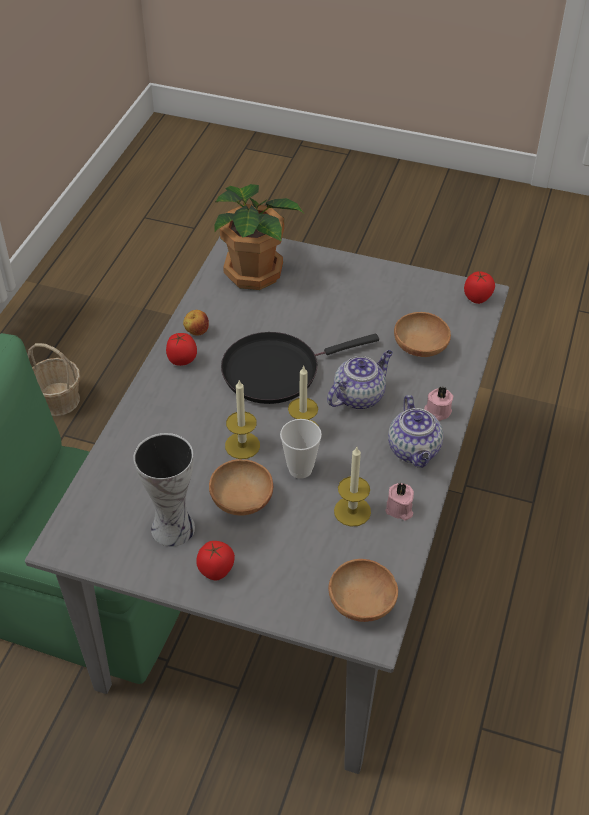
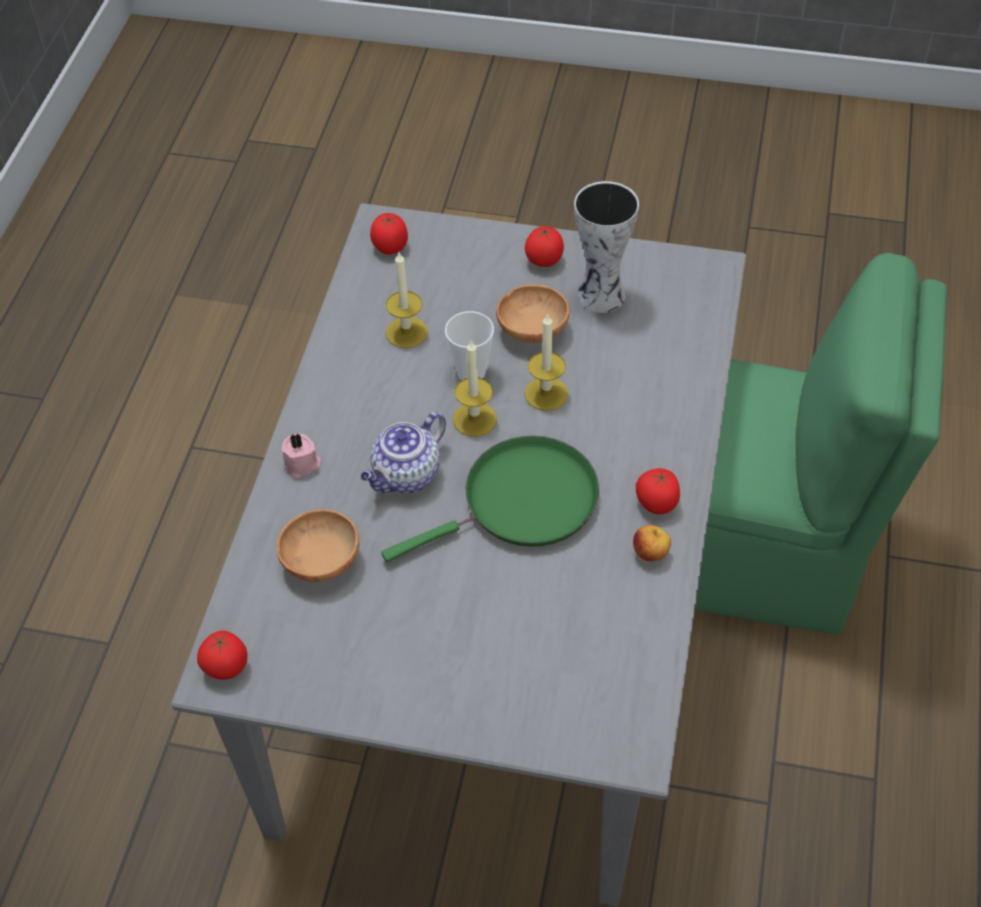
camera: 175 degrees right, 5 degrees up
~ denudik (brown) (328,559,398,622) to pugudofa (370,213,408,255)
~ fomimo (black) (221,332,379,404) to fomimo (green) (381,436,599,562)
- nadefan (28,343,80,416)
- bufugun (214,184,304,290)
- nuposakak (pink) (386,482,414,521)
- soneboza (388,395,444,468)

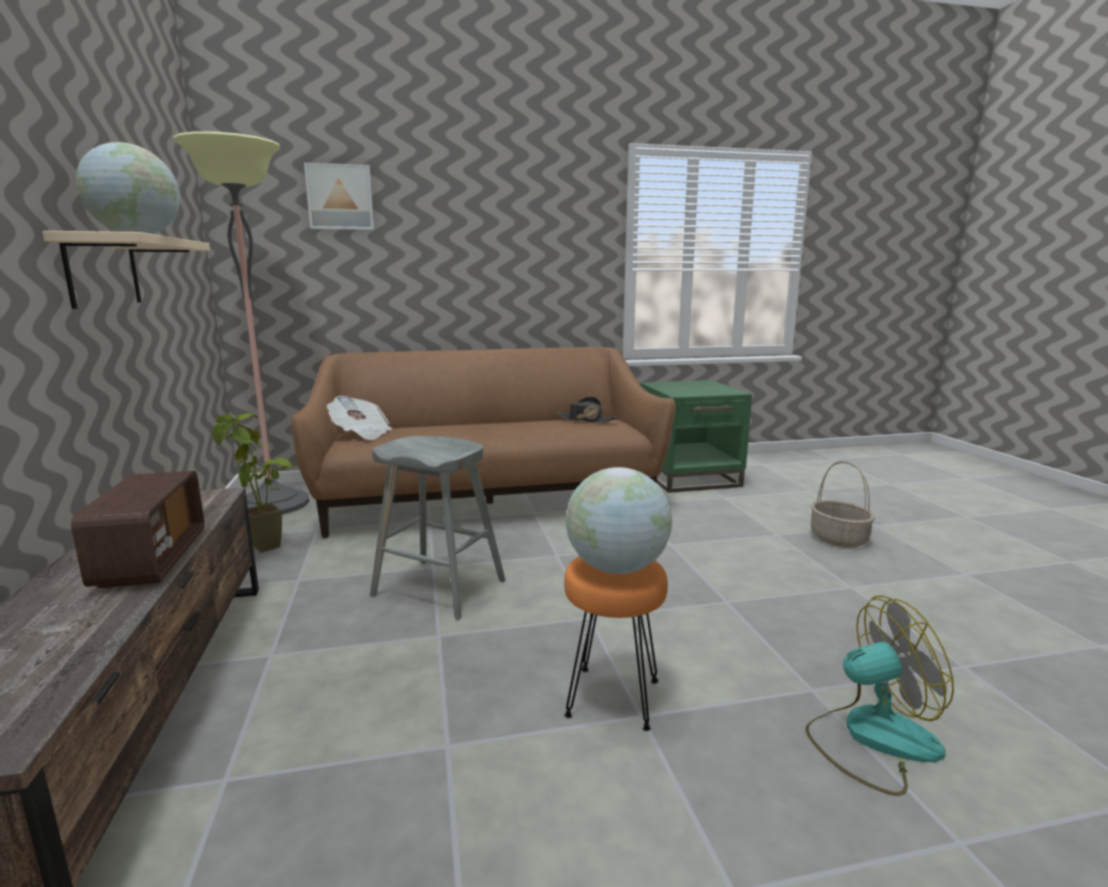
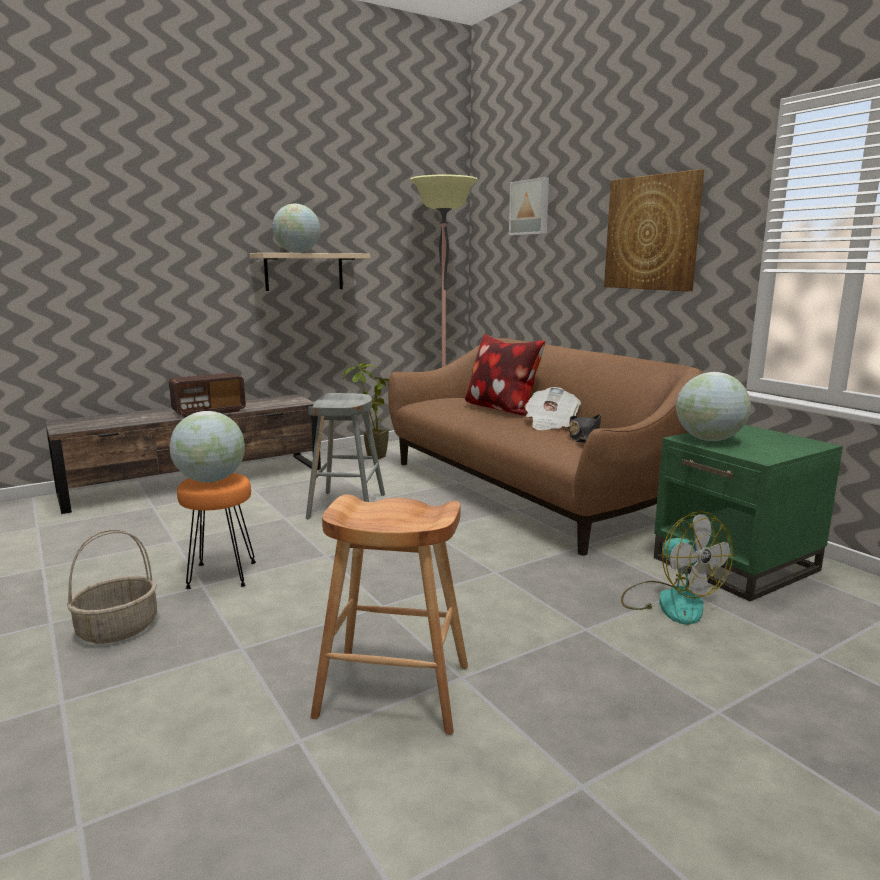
camera: 70 degrees right, 0 degrees up
~ nadefan (811,461,875,547) to (67,529,157,644)
+ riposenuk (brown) (311,494,468,735)
+ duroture (465,334,545,415)
~ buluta (327,396,392,440) to (525,387,581,430)
+ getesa (604,169,704,291)
~ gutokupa (805,595,954,796) to (621,511,733,625)
+ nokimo (676,372,751,441)

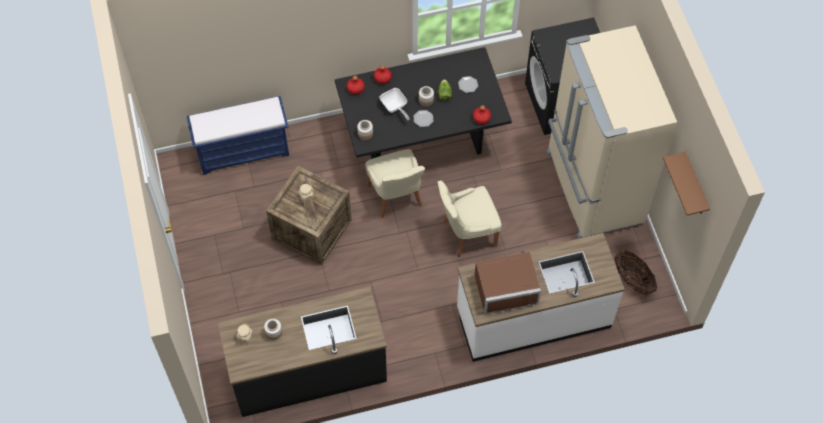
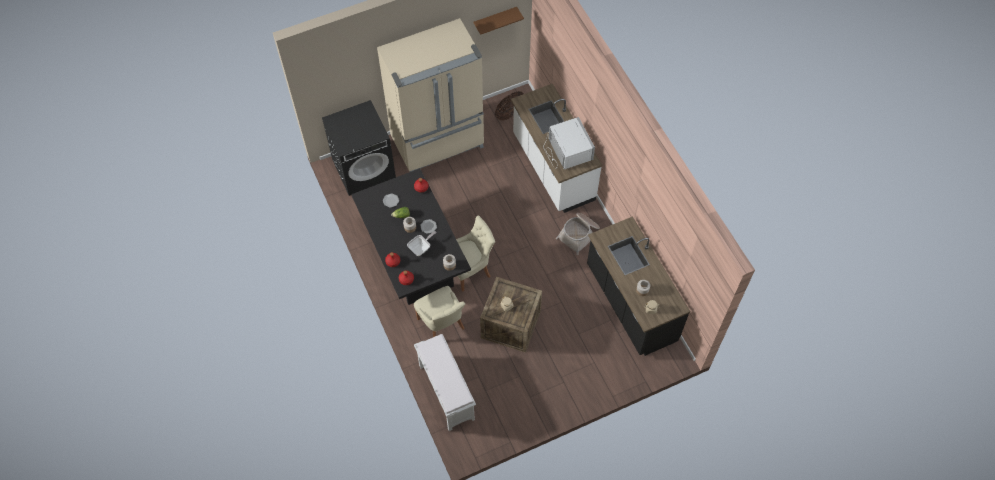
camera: 100 degrees left, 0 degrees up
~ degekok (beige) (438,180,502,257) to (414,286,465,337)
~ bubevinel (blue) (187,96,289,175) to bubevinel (white) (414,334,476,431)
~ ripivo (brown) (475,251,541,314) to ripivo (white) (544,117,595,169)
+ nadefan (556,213,600,255)

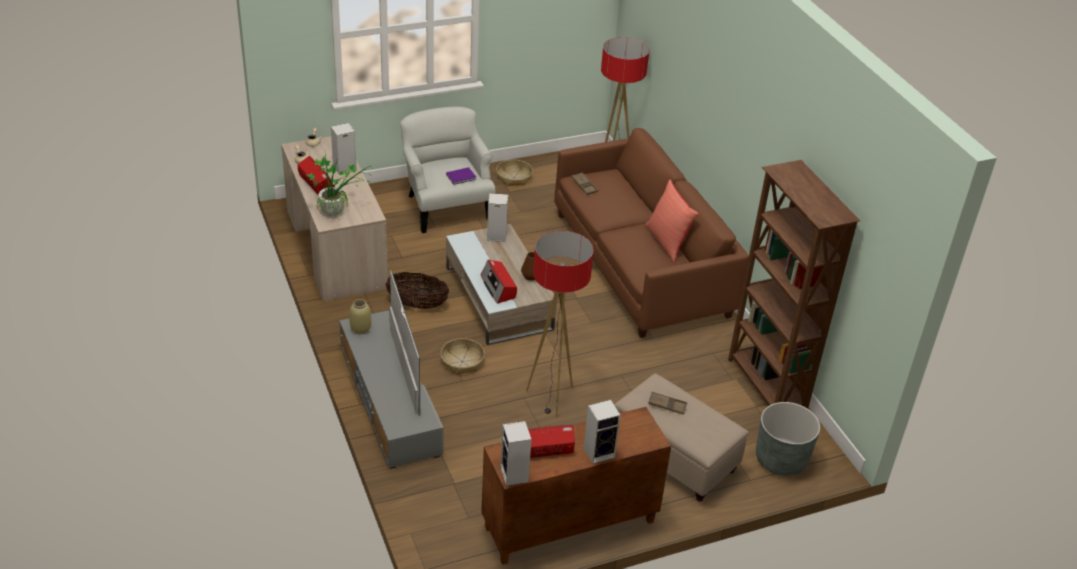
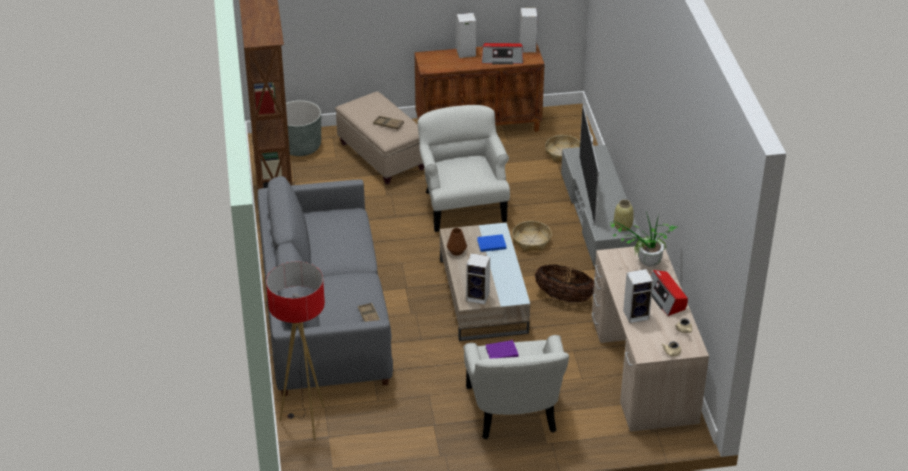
camera: 165 degrees left, 0 degrees up
~ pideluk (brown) (554,128,749,338) to pideluk (grey) (258,176,393,396)
~ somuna (526,231,594,418) to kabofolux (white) (418,105,510,232)
~ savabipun (481,260,517,304) to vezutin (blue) (477,234,506,252)
~ nadefan (496,160,533,186) to (545,135,580,162)
- duroture (red) (645,180,699,263)

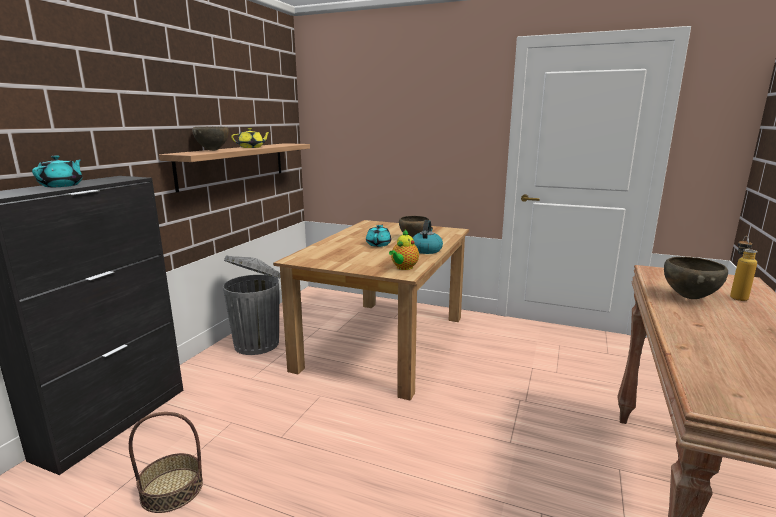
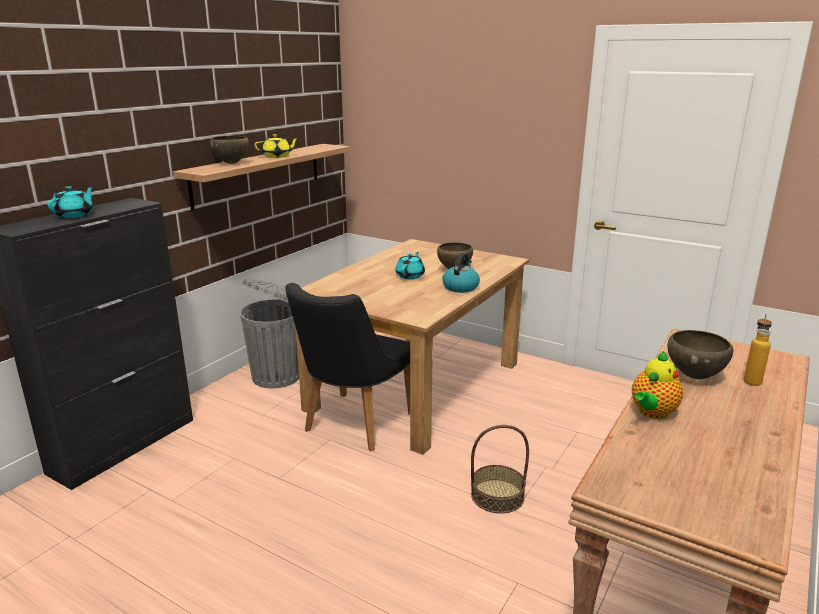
camera: 10 degrees right, 5 degrees up
+ degekok (black) (285,283,410,451)
~ nadefan (129,412,203,513) to (471,425,529,514)
~ soneboza (389,230,419,270) to (632,351,683,419)

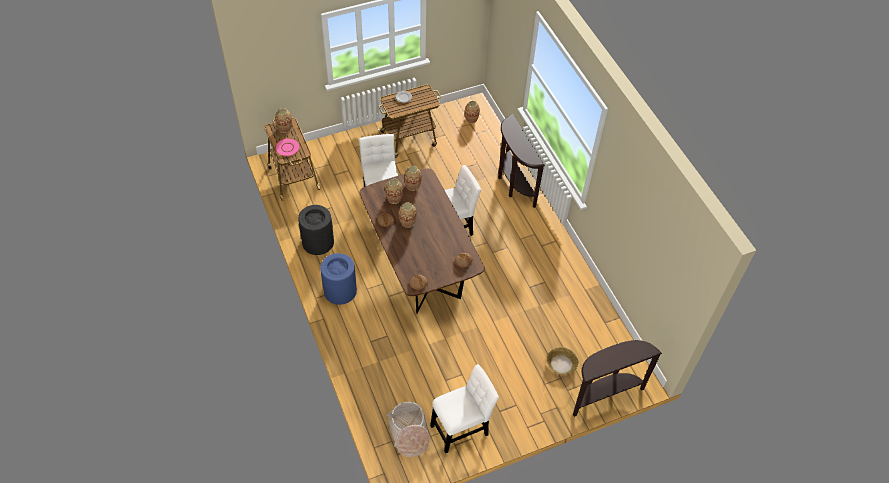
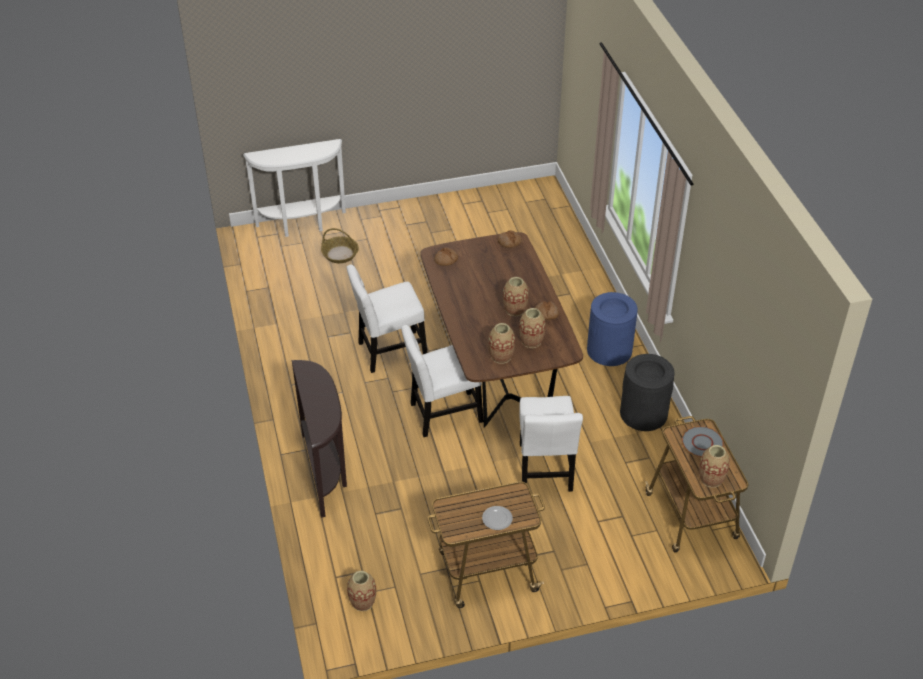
camera: 170 degrees left, 10 degrees down
~ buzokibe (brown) (573,340,662,417) to buzokibe (white) (243,139,346,237)
~ degekok (white) (430,364,499,453) to (346,264,427,373)
~ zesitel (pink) (275,138,300,157) to zesitel (grey) (682,426,724,457)
- nadefan (387,402,430,457)

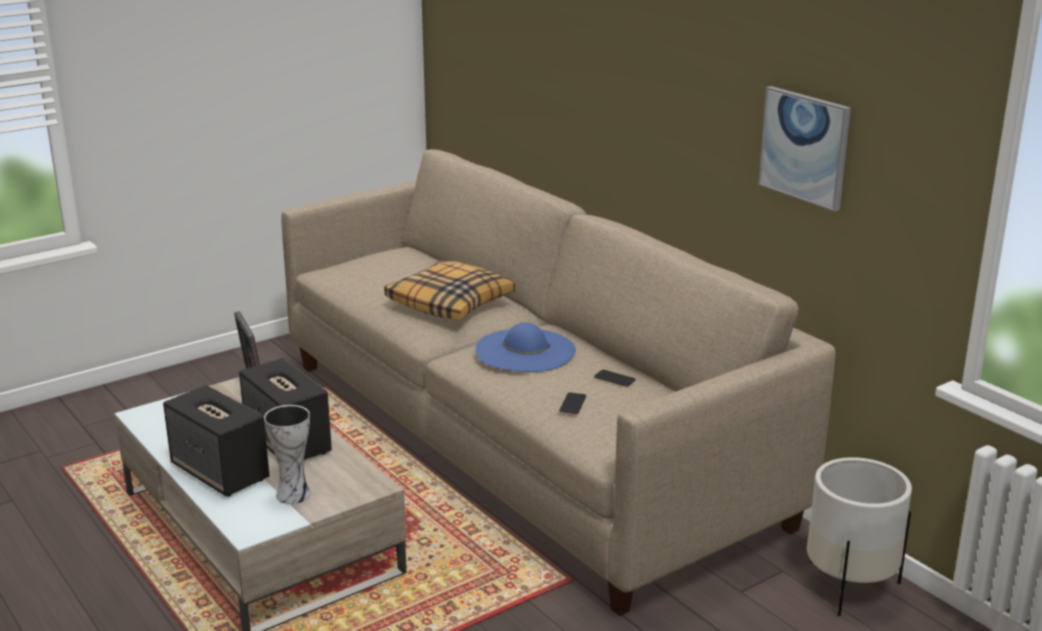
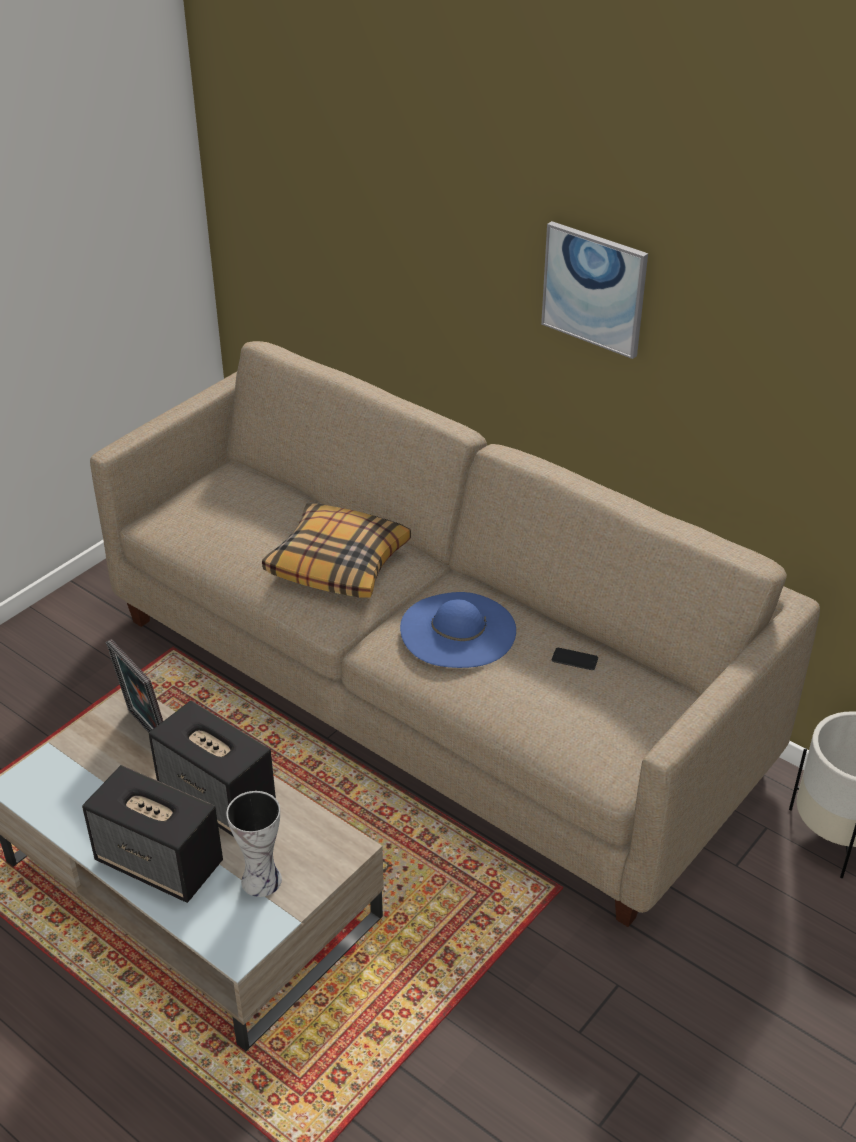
camera: 15 degrees left, 15 degrees up
~ getesa (758,86,851,212) to (541,221,648,359)
- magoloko (559,392,586,414)

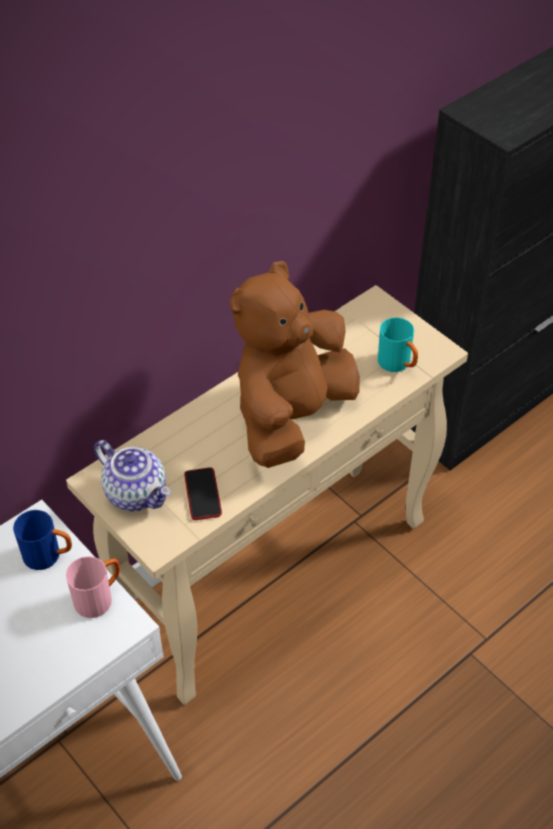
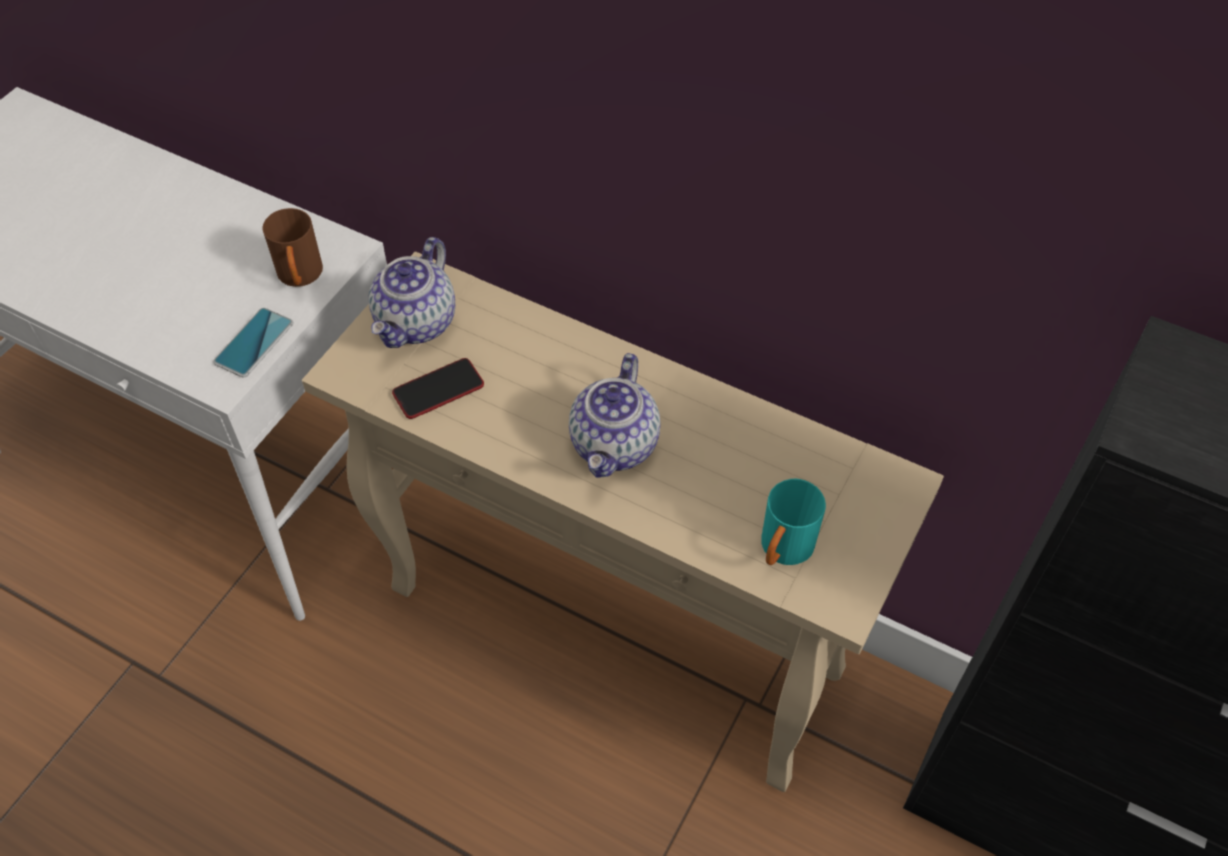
camera: 70 degrees right, 5 degrees up
~ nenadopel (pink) (66,556,120,618) to magoloko (213,308,294,377)
~ nenadopel (blue) (13,510,72,570) to nenadopel (brown) (262,208,323,287)
~ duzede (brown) (230,261,360,468) to soneboza (569,353,661,478)

